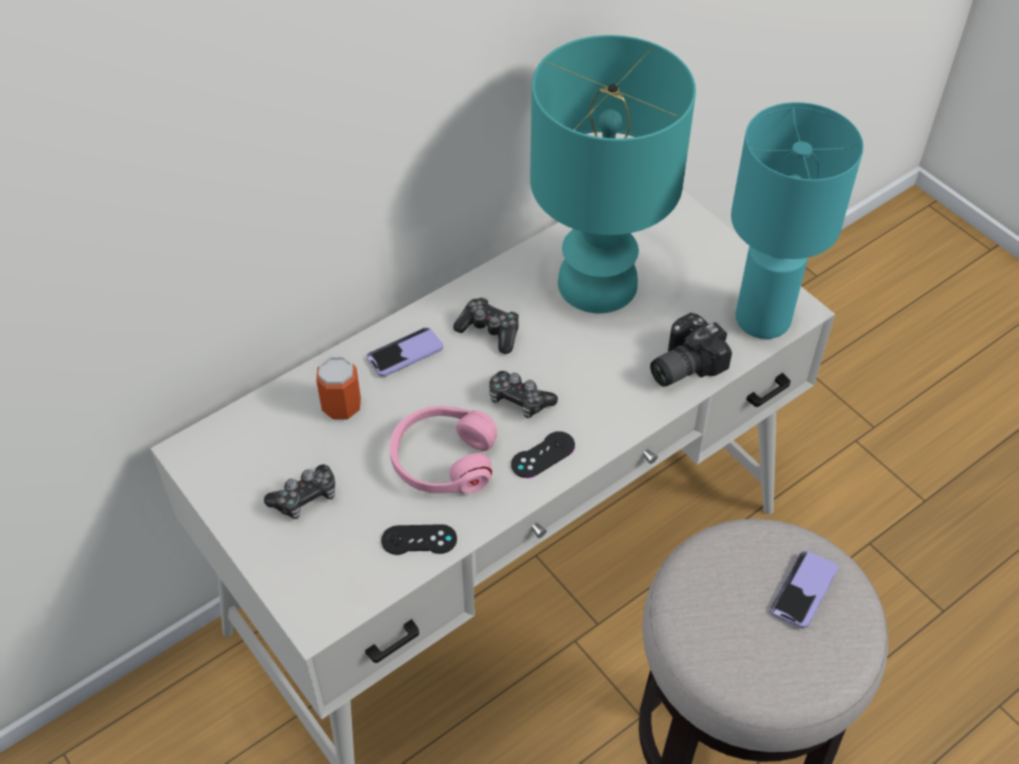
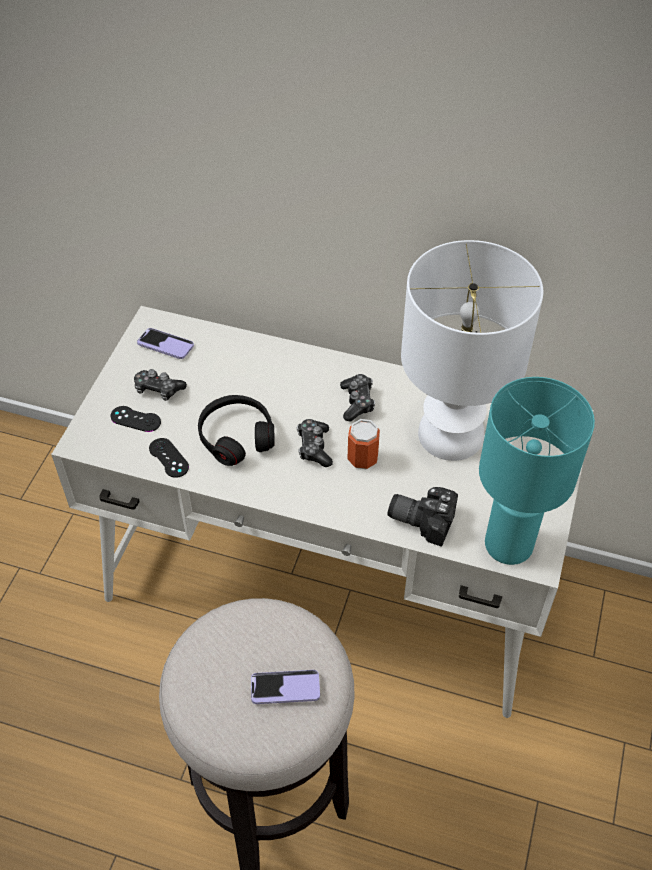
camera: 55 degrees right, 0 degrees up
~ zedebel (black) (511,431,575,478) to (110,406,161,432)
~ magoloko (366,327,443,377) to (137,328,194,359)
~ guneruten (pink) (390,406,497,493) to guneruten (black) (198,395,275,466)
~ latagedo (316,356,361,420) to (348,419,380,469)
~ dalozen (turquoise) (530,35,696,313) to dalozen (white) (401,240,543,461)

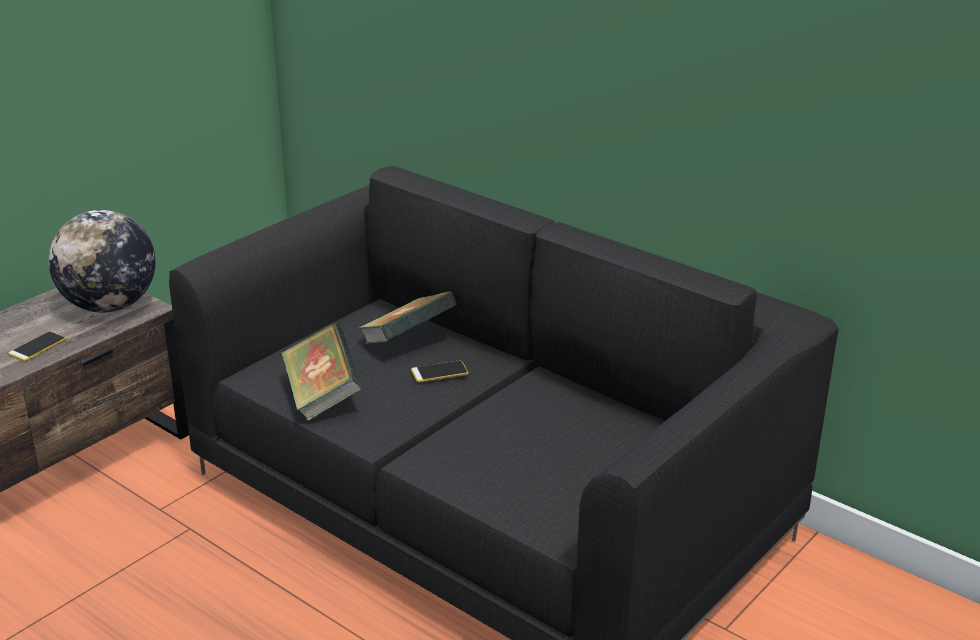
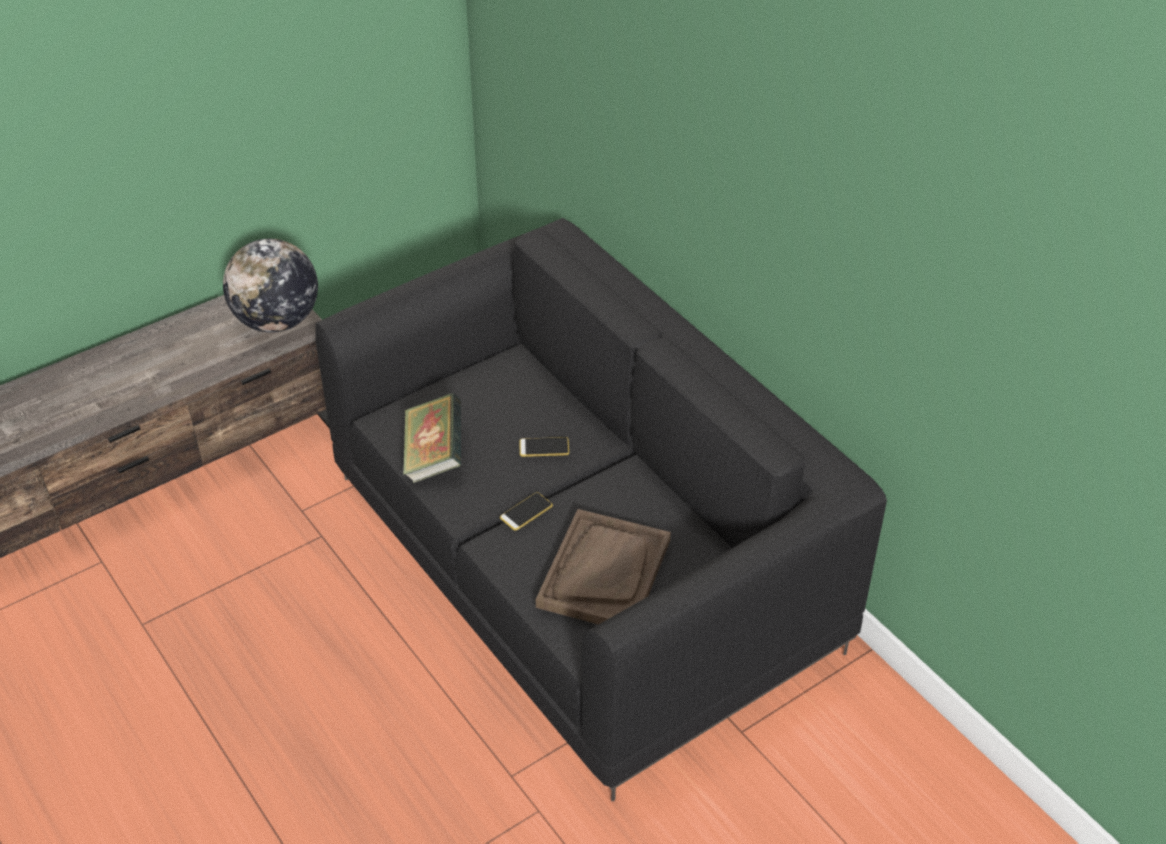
camera: 15 degrees right, 15 degrees up
~ magoloko (8,332,66,361) to (500,492,553,531)
+ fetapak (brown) (536,509,671,625)
- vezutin (358,291,457,344)

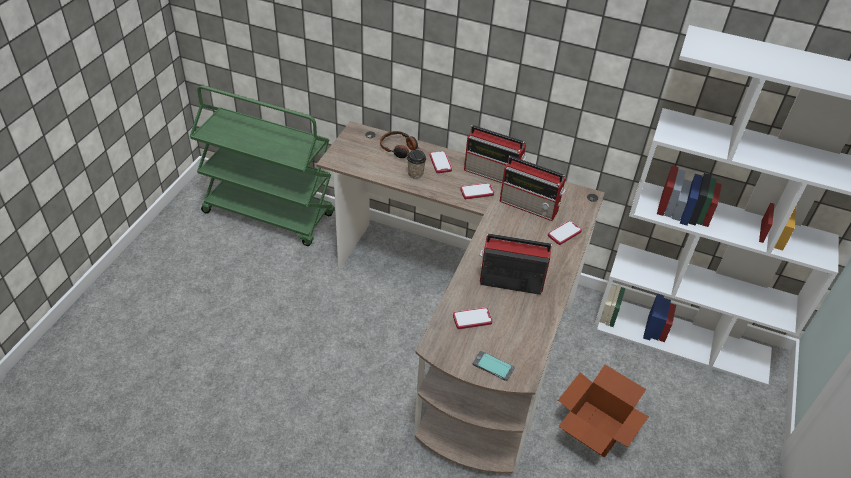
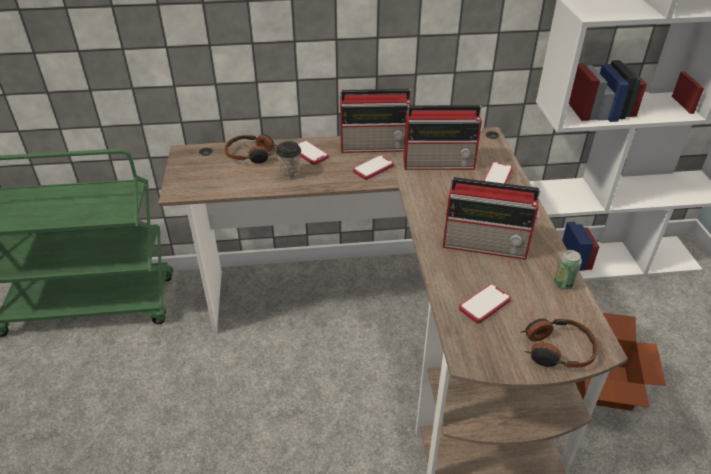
camera: 25 degrees left, 5 degrees down
~ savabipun (480,233,552,295) = (443,177,541,260) 150 degrees counterclockwise
~ magoloko (473,351,514,381) to guneruten (520,318,598,368)
+ latagedo (554,250,582,289)

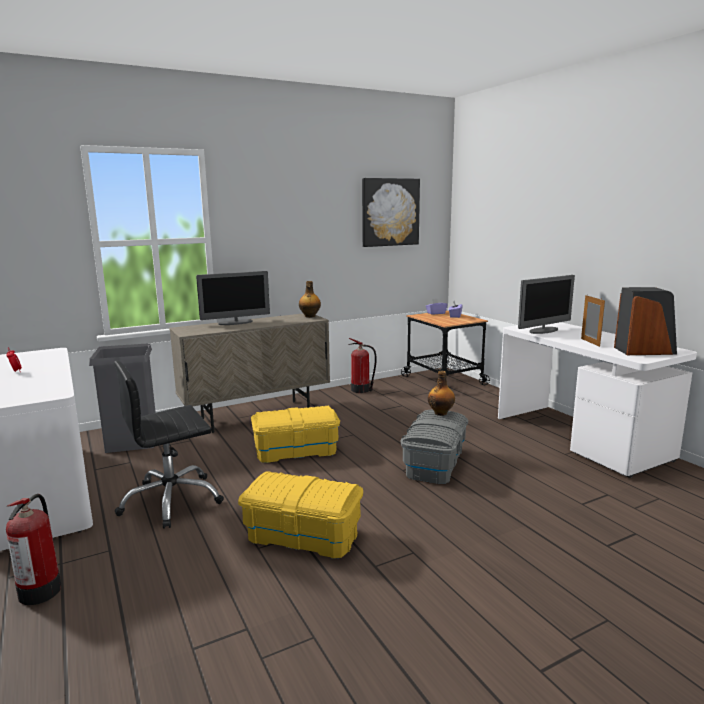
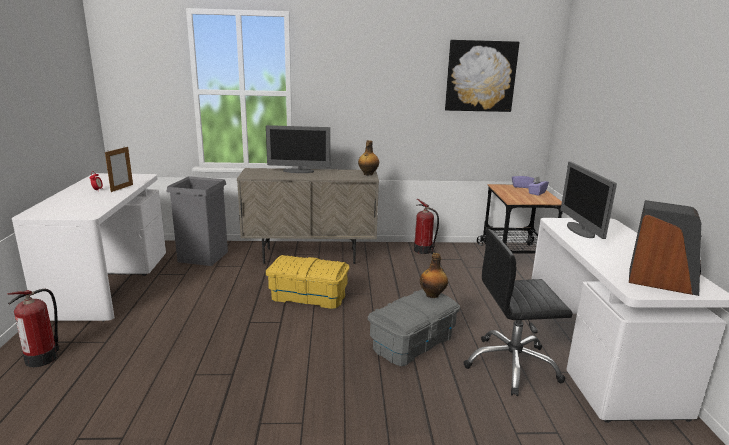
camera: 25 degrees right, 5 degrees up
~ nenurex (581,295,605,347) to (105,147,133,192)
~ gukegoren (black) (114,360,224,529) to (463,229,572,396)
~ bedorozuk (518,275,575,334) = (561,162,617,239) 90 degrees clockwise
- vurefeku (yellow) (238,471,363,559)

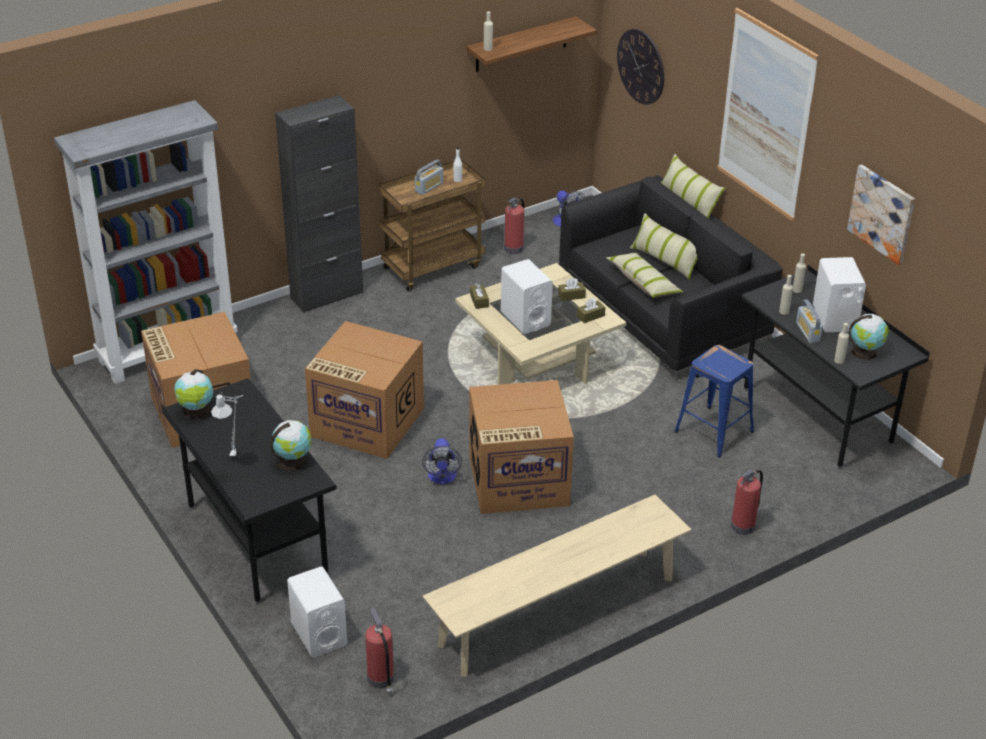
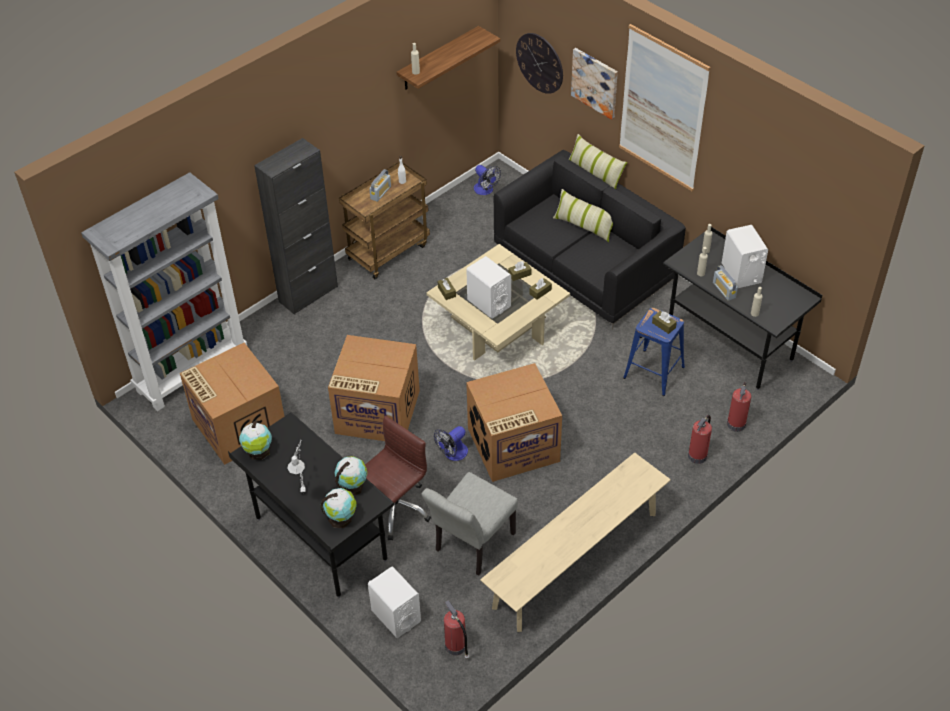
camera: 10 degrees left, 10 degrees up
~ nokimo (849,314,889,360) to (321,488,357,528)
+ gukegoren (brown) (365,416,431,540)
+ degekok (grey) (422,472,518,576)
~ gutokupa (422,438,462,484) = (434,426,468,461) 60 degrees clockwise
~ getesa (847,165,915,265) to (571,48,618,120)
+ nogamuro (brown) (652,311,677,334)
~ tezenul (504,198,525,254) to (727,382,751,432)
- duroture (606,253,683,298)

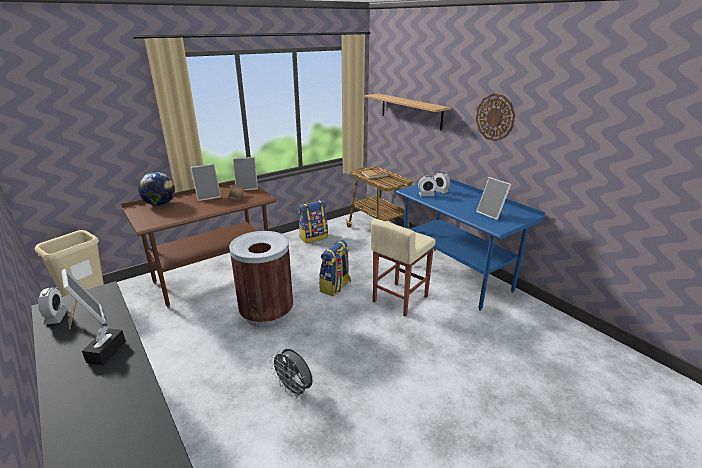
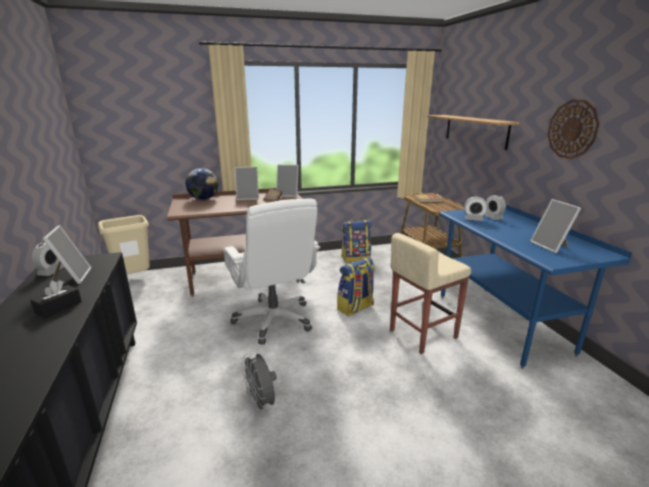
camera: 20 degrees right, 5 degrees down
~ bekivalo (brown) (229,231,293,327) to gukegoren (white) (223,198,320,345)

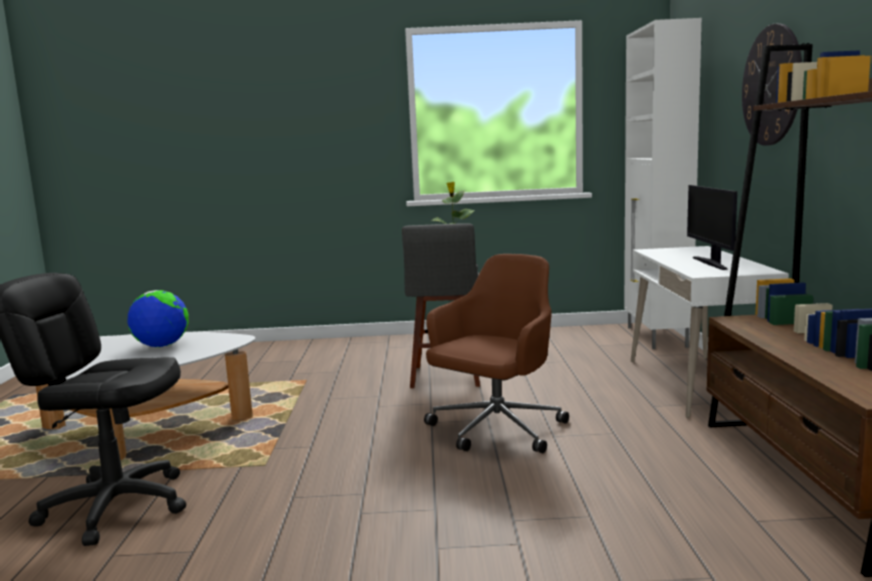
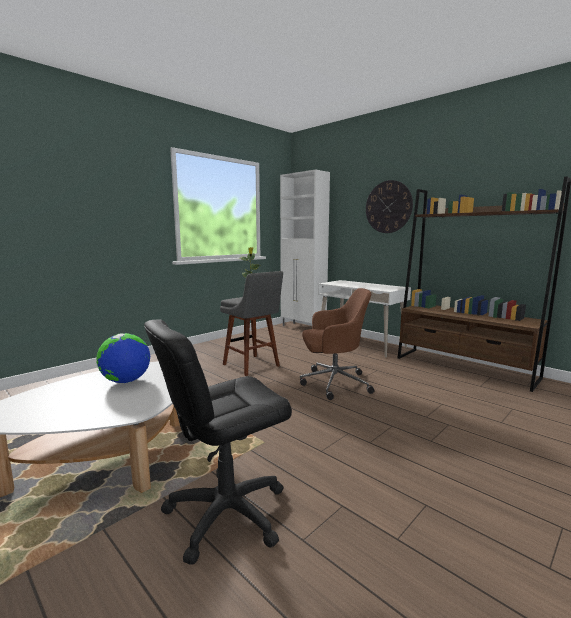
camera: 45 degrees left, 0 degrees up
~ gukegoren (brown) (424,254,569,453) = (300,288,375,400) 90 degrees clockwise
- bedorozuk (687,185,737,270)

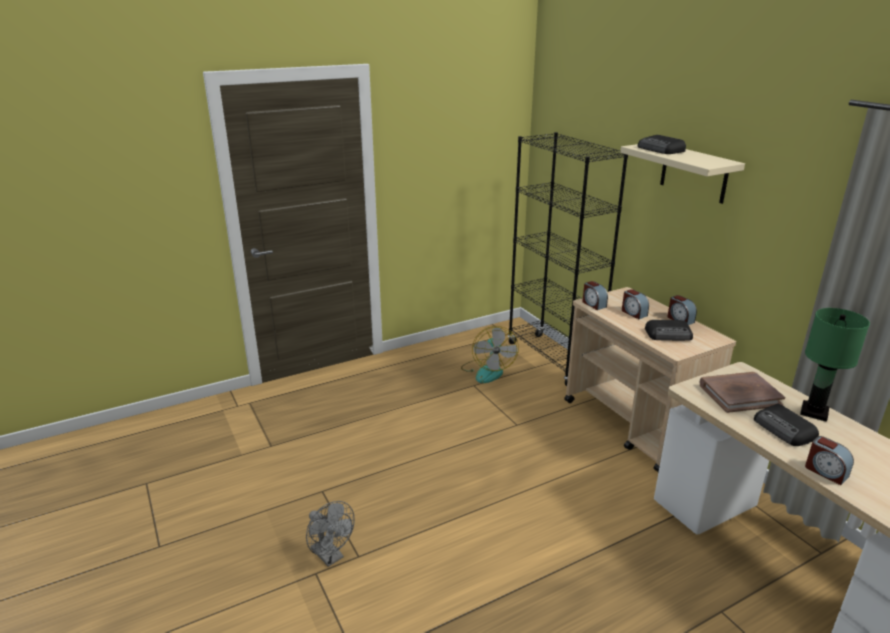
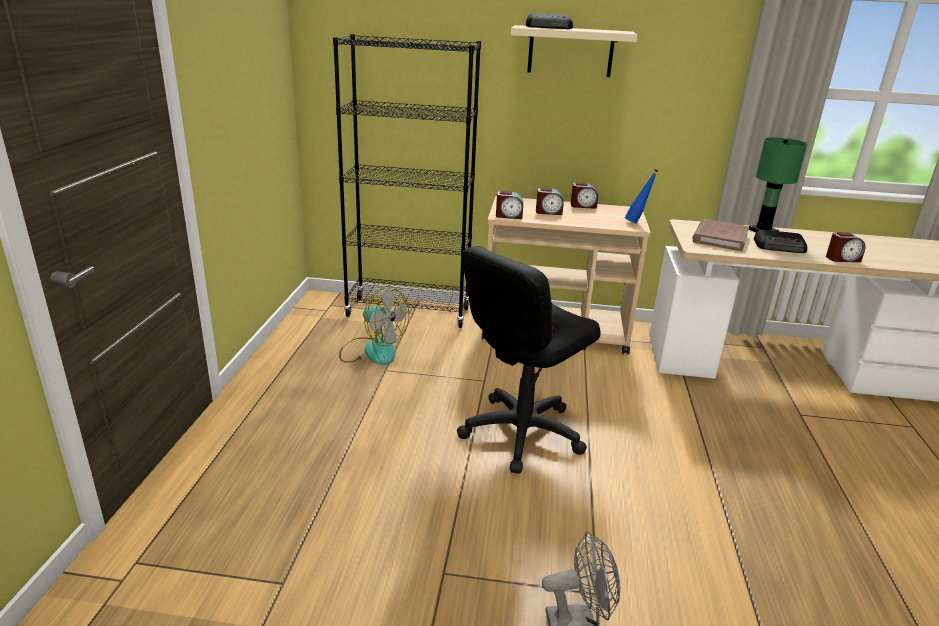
camera: 55 degrees left, 0 degrees up
+ gukegoren (black) (457,246,601,474)
+ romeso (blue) (625,169,659,224)
- savabipun (645,320,693,341)

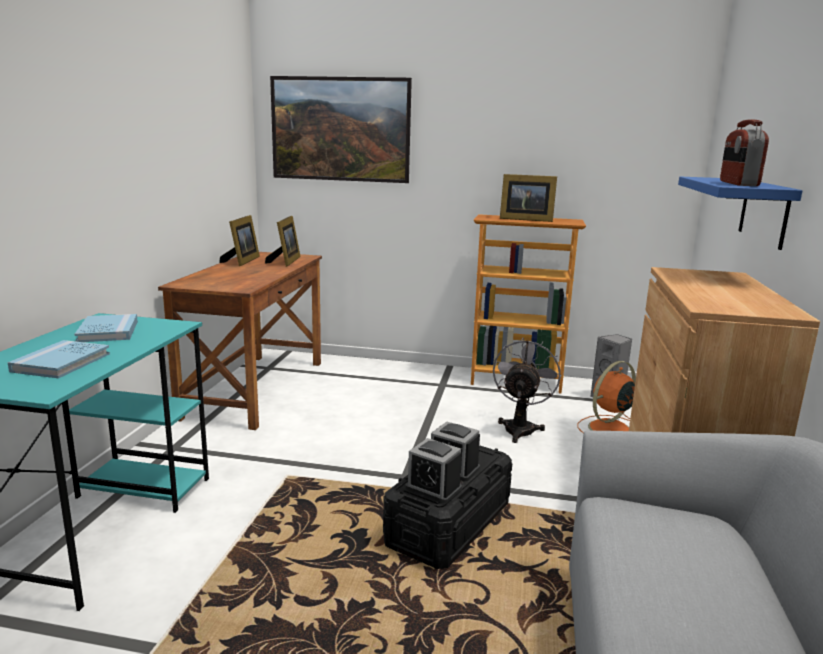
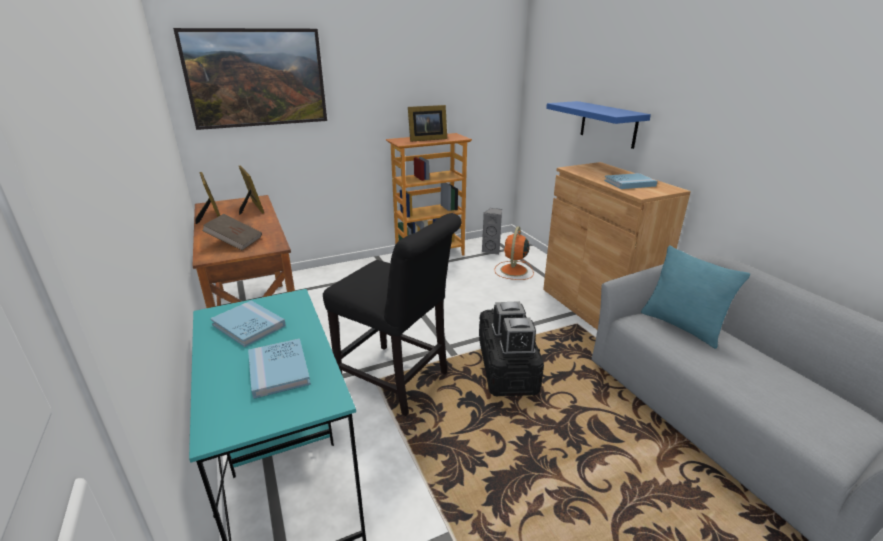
camera: 35 degrees left, 10 degrees up
+ vezutin (brown) (202,214,262,250)
+ degekok (black) (323,213,461,416)
+ vezutin (blue) (604,173,657,189)
+ duroture (turquoise) (641,245,750,349)
- gutokupa (grey) (493,338,561,443)
- savabipun (720,120,769,186)

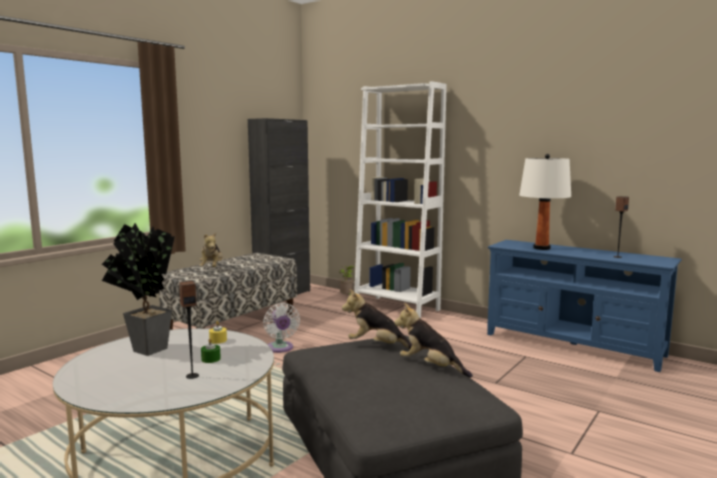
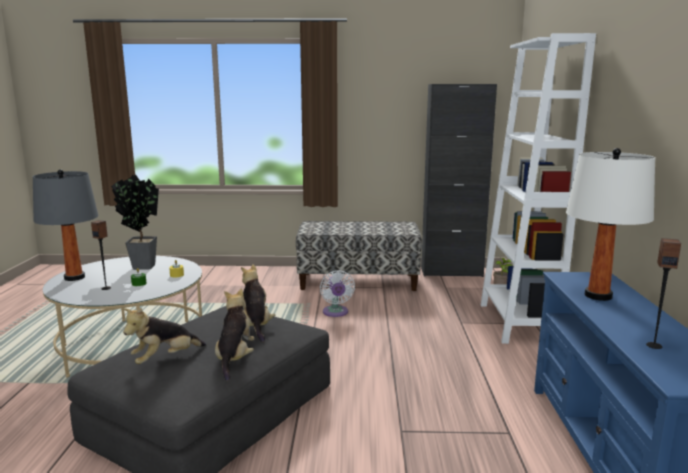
camera: 55 degrees right, 5 degrees up
+ dalozen (grey) (33,169,98,281)
~ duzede (199,232,223,267) to (123,308,206,364)
~ gutokupa (white) (263,303,300,353) = (320,270,355,317) 45 degrees counterclockwise

